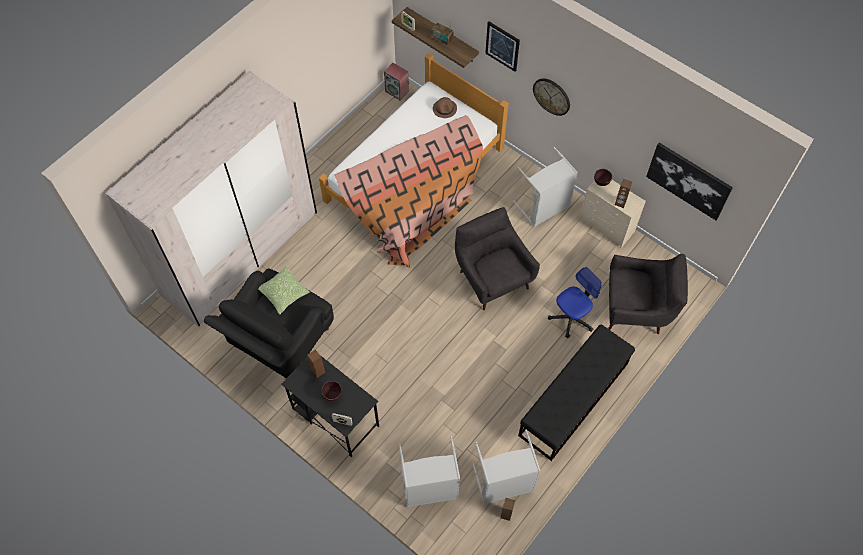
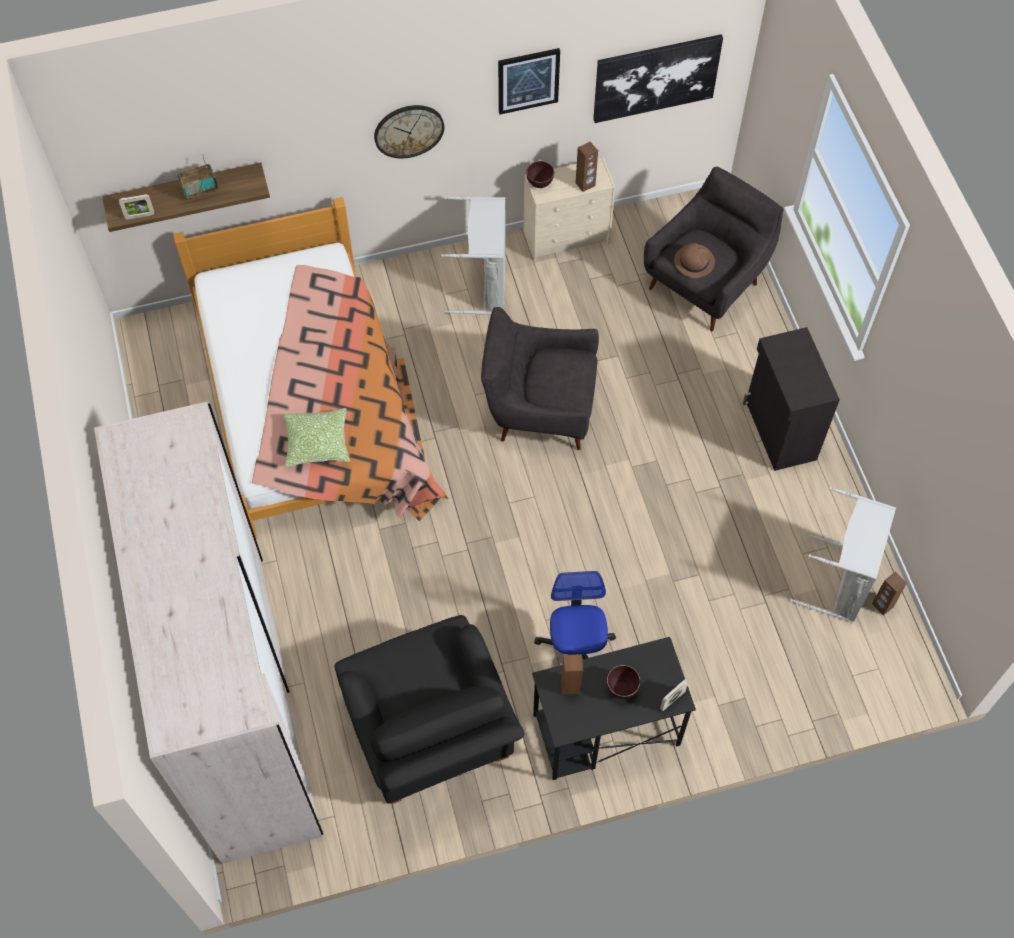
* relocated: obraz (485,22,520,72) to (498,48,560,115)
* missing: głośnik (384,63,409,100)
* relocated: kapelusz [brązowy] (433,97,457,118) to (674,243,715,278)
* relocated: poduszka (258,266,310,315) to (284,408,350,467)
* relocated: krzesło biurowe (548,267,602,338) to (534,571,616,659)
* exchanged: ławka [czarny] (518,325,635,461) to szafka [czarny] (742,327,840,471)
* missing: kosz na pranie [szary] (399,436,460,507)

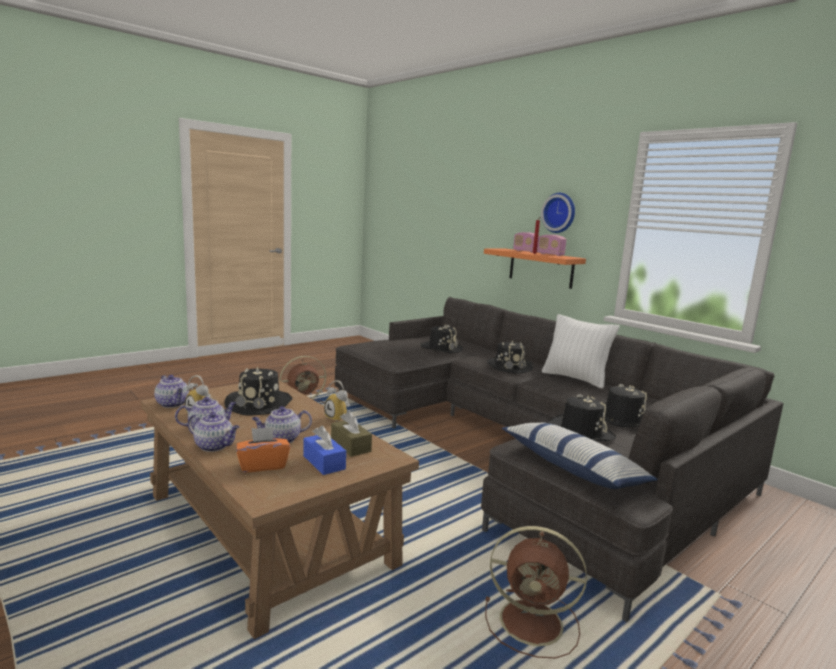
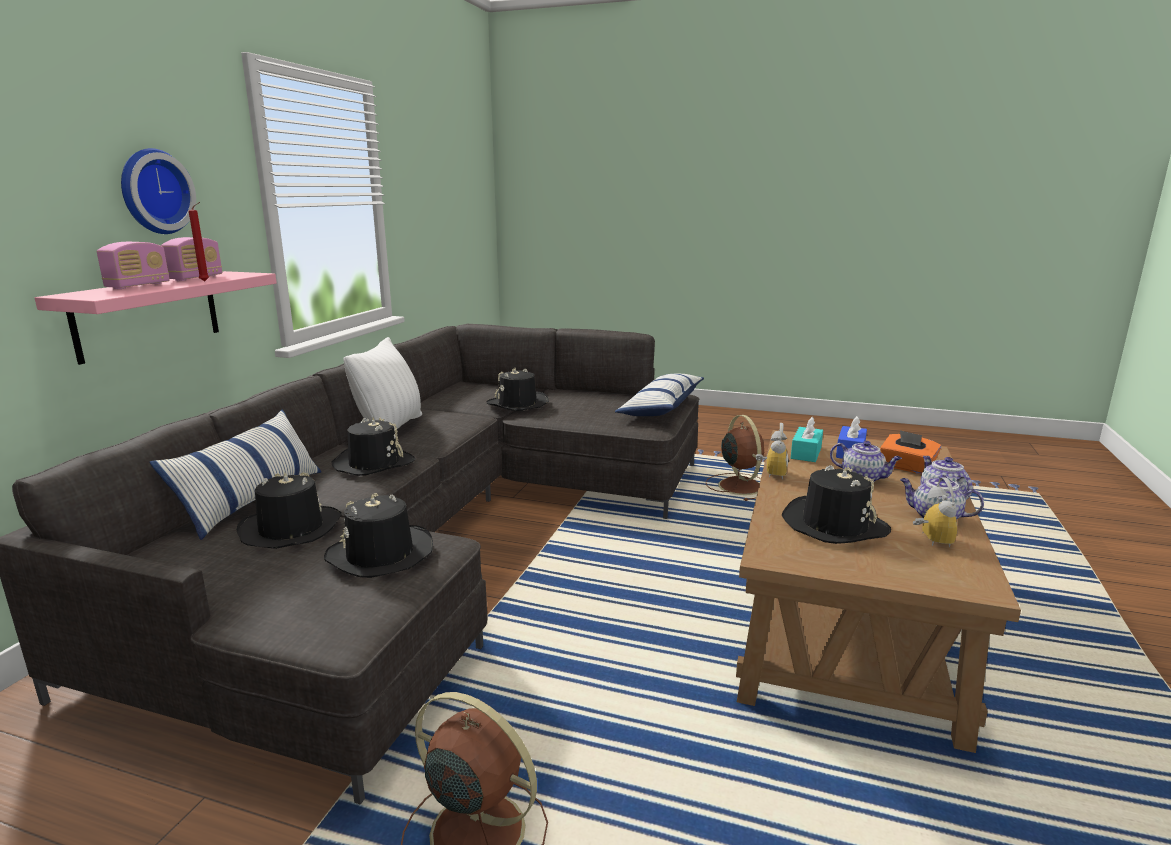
* colour: półka [pomarańczowy] (484,248,586,289) to półka [różowy] (35,271,277,365)
* missing: imbryk (154,375,189,408)
* relocated: kapelusz [czarny] (548,394,616,441) to (324,493,433,578)
* colour: pudełko chusteczek [brązowy] (331,411,372,457) to pudełko chusteczek [turkusowy] (791,417,823,462)
* appeared: poduszka (149,410,322,540)

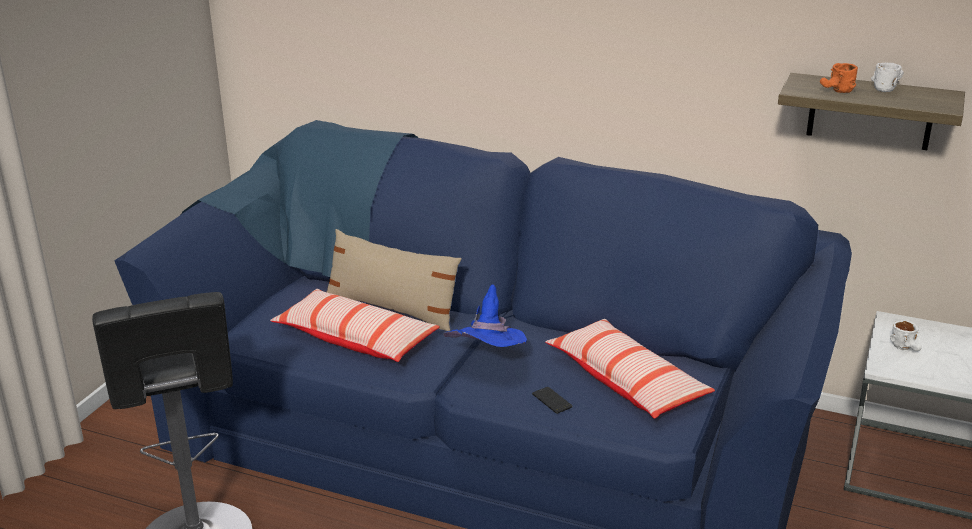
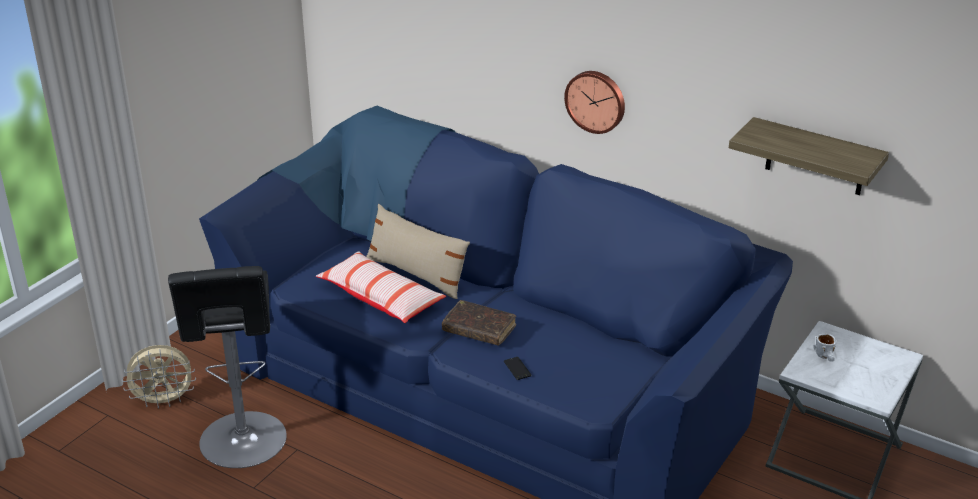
* missing: kubek [pomarańczowy] (820,63,858,93)
* missing: kubek [biały] (871,63,904,92)
* exchanged: kapelusz [niebieski] (443,284,527,347) to książka [brązowy] (442,300,516,346)
* missing: poduszka (545,319,715,419)
* appeared: zegar ścienny (564,71,625,134)
* appeared: wentylator [beżowy] (122,345,196,409)

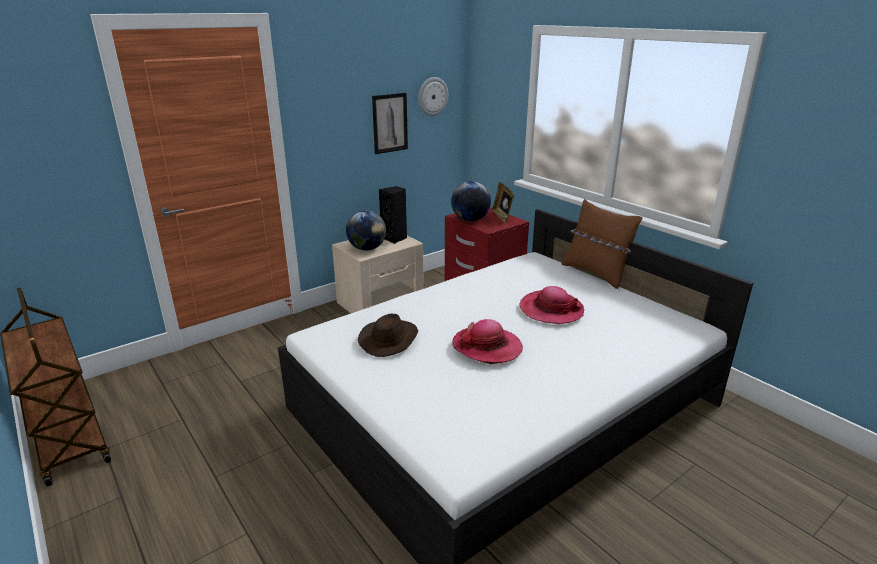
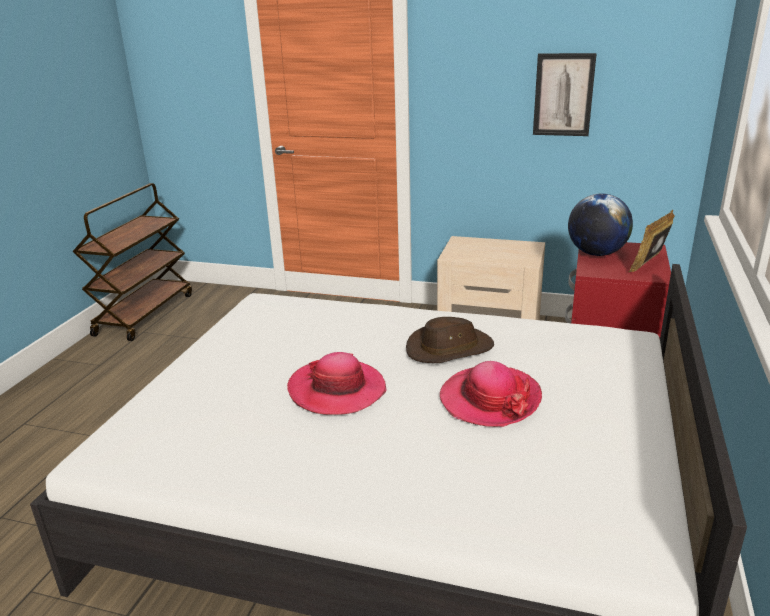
* missing: zegar ścienny (418,77,448,116)
* missing: głośnik [czarny] (379,186,407,244)
* missing: poduszka [brązowy] (561,199,642,289)
* missing: globus (346,210,386,251)
* relocated: kapelusz [brązowy] (358,314,418,357) to (406,317,494,363)

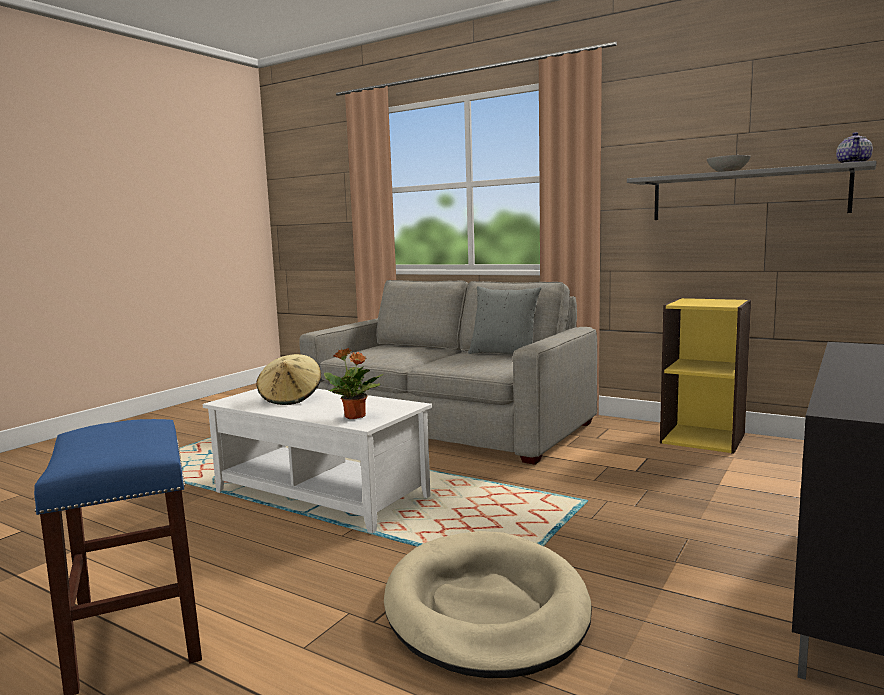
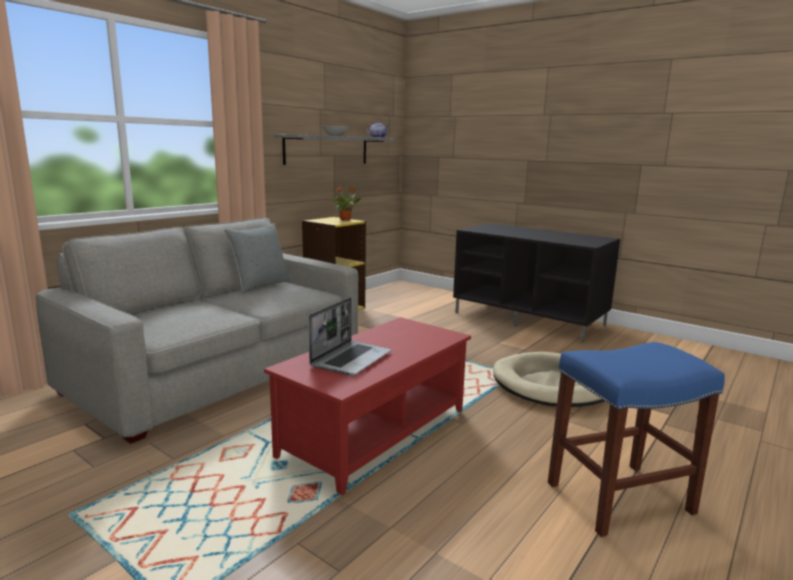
* relocated: roślina doniczkowa (324,348,384,419) to (330,185,361,220)
* exchanged: kapelusz [beżowy] (257,354,321,405) to laptop (309,297,392,375)
* colour: ława [biały] (203,389,432,533) to ława [czerwony] (264,317,471,496)

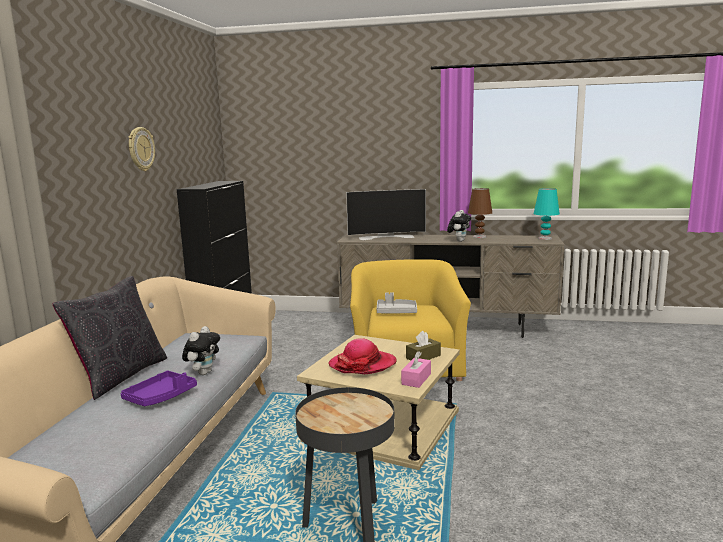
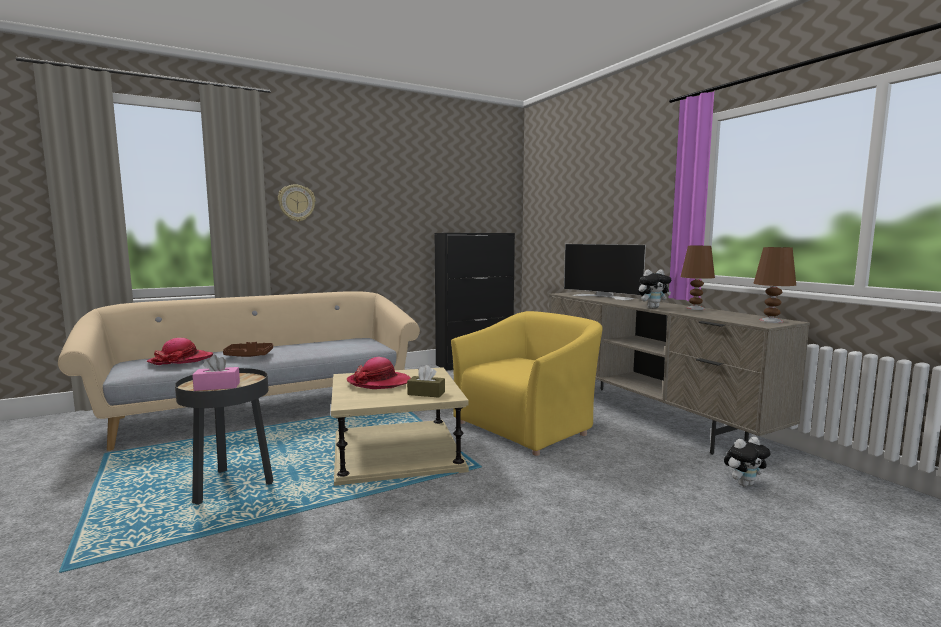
* relocated: zegar ścienny (129,127,155,171) to (278,184,315,222)
* colour: lampa stołowa [turkusowy] (534,188,560,240) to lampa stołowa [brązowy] (753,247,796,323)
* missing: poduszka [czarny] (53,276,167,400)
* missing: taca [szary] (377,292,417,313)
* relocated: pluszak (182,326,220,375) to (724,437,771,487)
* relocated: pudełko chusteczek [różowy] (401,351,431,388) to (192,355,240,391)
* colour: taca [fioletowy] (120,371,197,406) to taca [brązowy] (223,342,273,357)
* appeared: kapelusz (147,338,213,365)

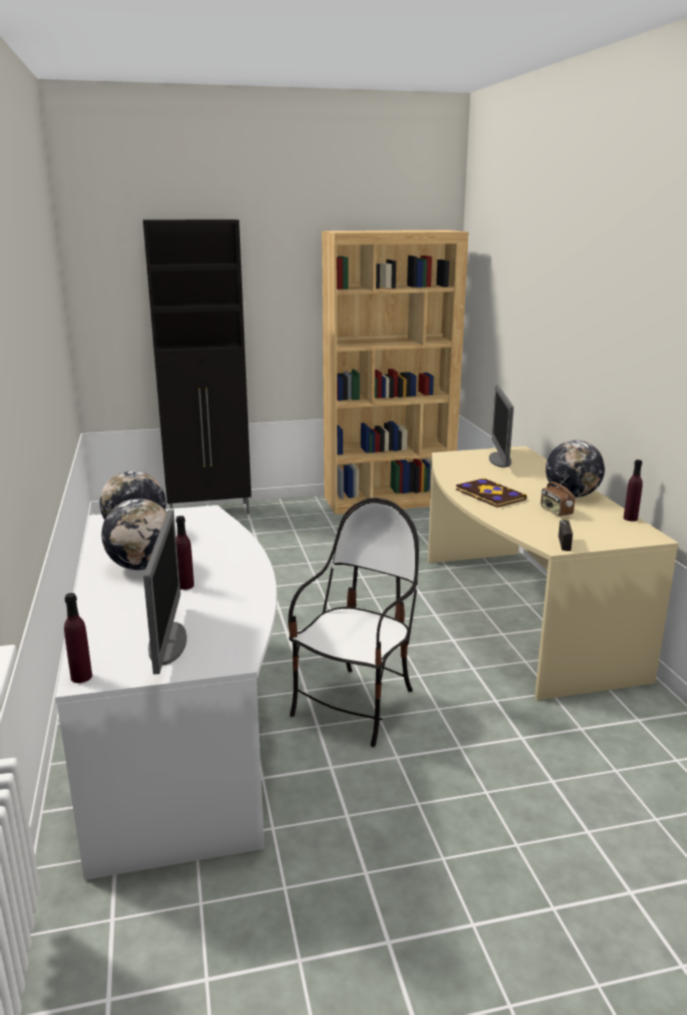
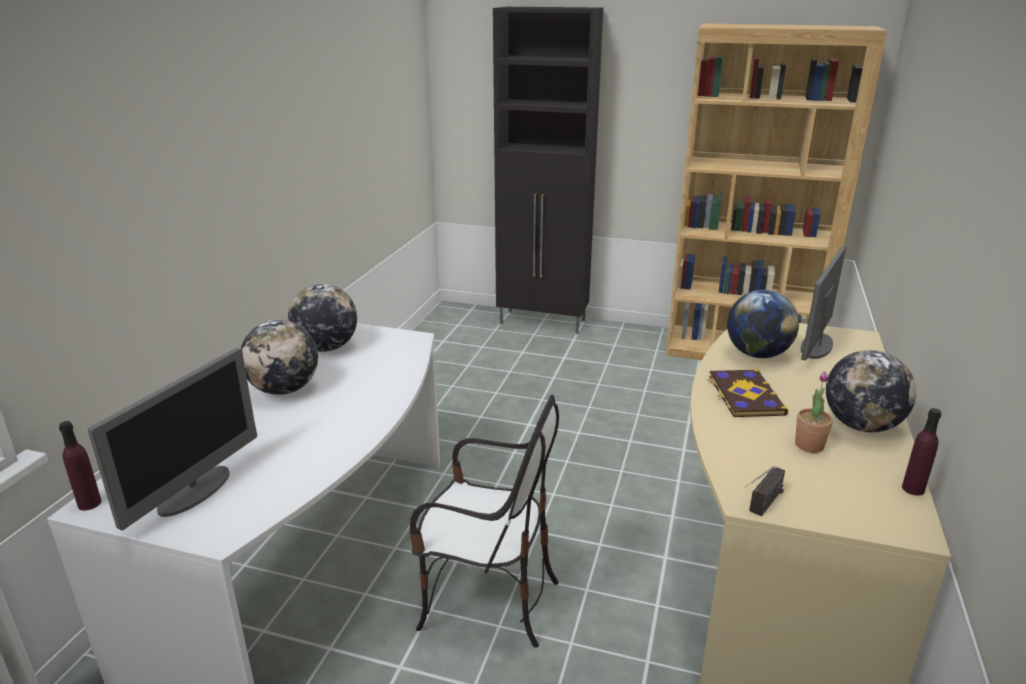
* exchanged: radio (541,475,575,516) to roślina doniczkowa (795,371,833,453)
* spun: krzesło (288,498,419,747) = (409,395,559,648) 45 degrees clockwise
* missing: butelka [fioletowy] (176,516,194,590)
* appeared: globus (727,290,799,358)

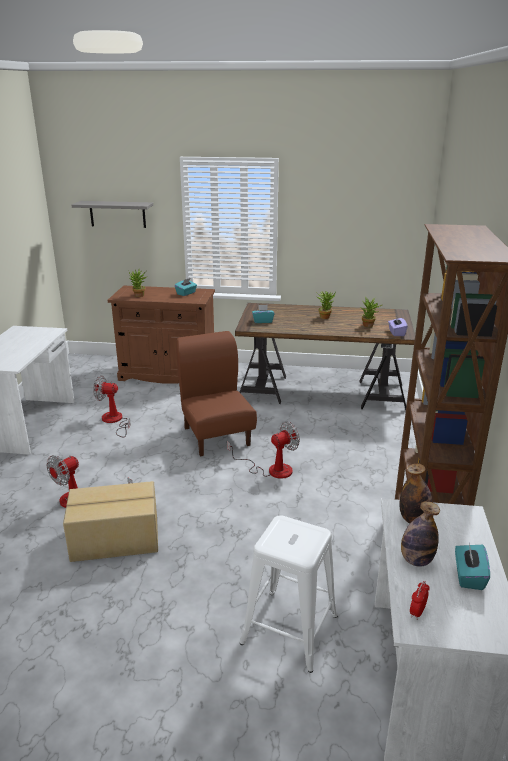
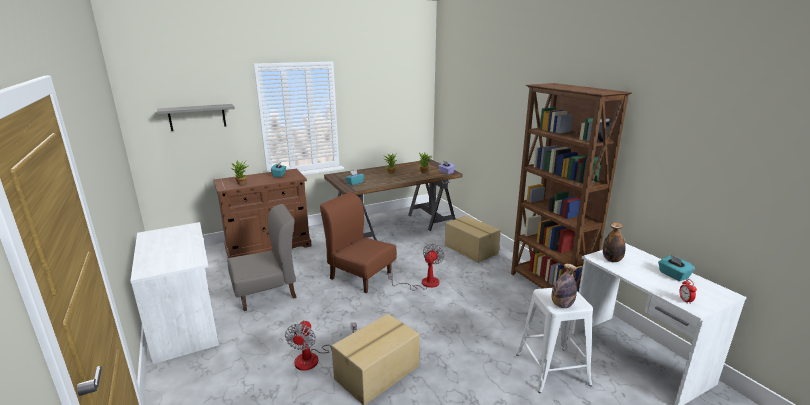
* exchanged: wentylator (93,375,131,437) to krzesło [szary] (228,204,297,311)
* relocated: butelka (401,501,440,567) to (552,264,577,308)
* appeared: karton (445,216,501,263)

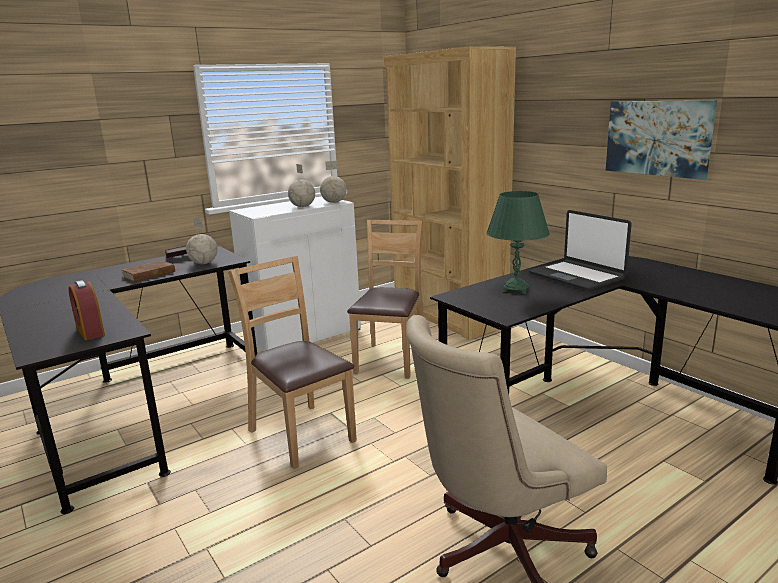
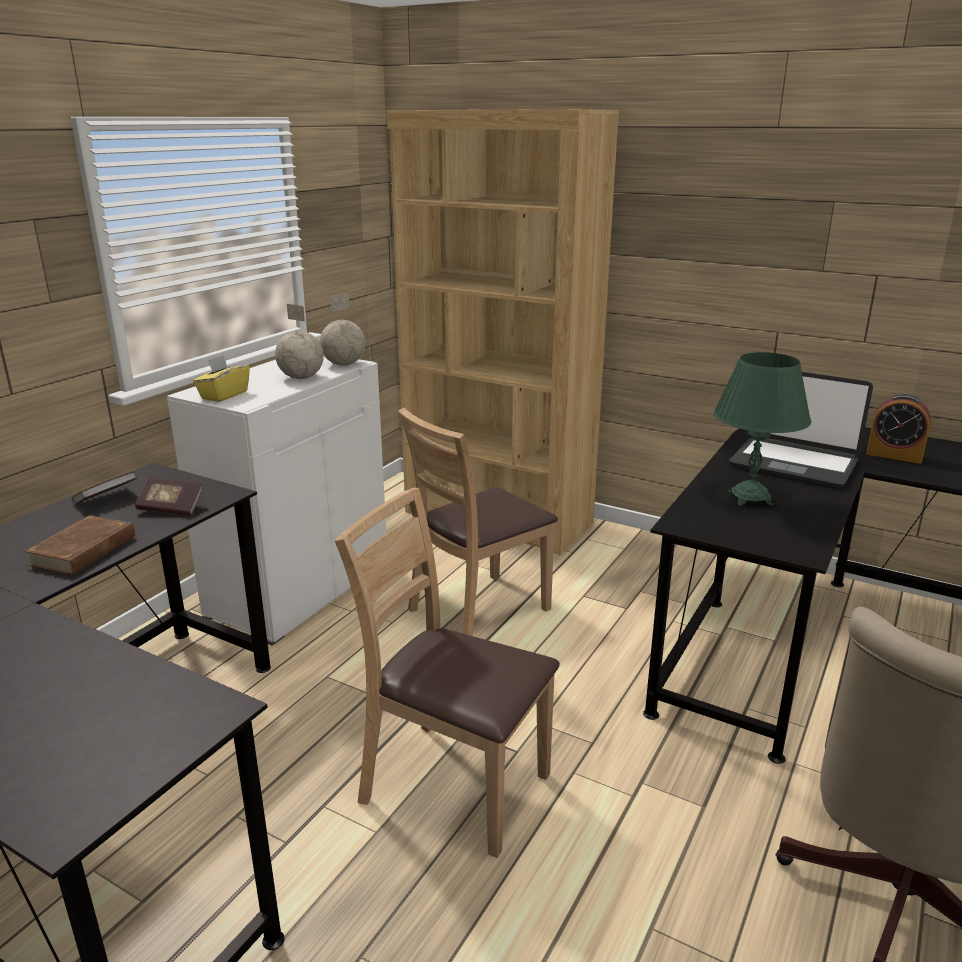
* missing: obraz (606,100,717,180)
* exchanged: globus (186,217,218,264) to książka (135,477,204,516)
* spun: krzesło [brązowy] (347,220,424,379) = (398,408,558,636) 120 degrees counterclockwise
* relocated: budzik (69,280,105,340) to (866,394,931,464)
* appeared: pudełko chusteczek [żółty] (193,354,250,402)

